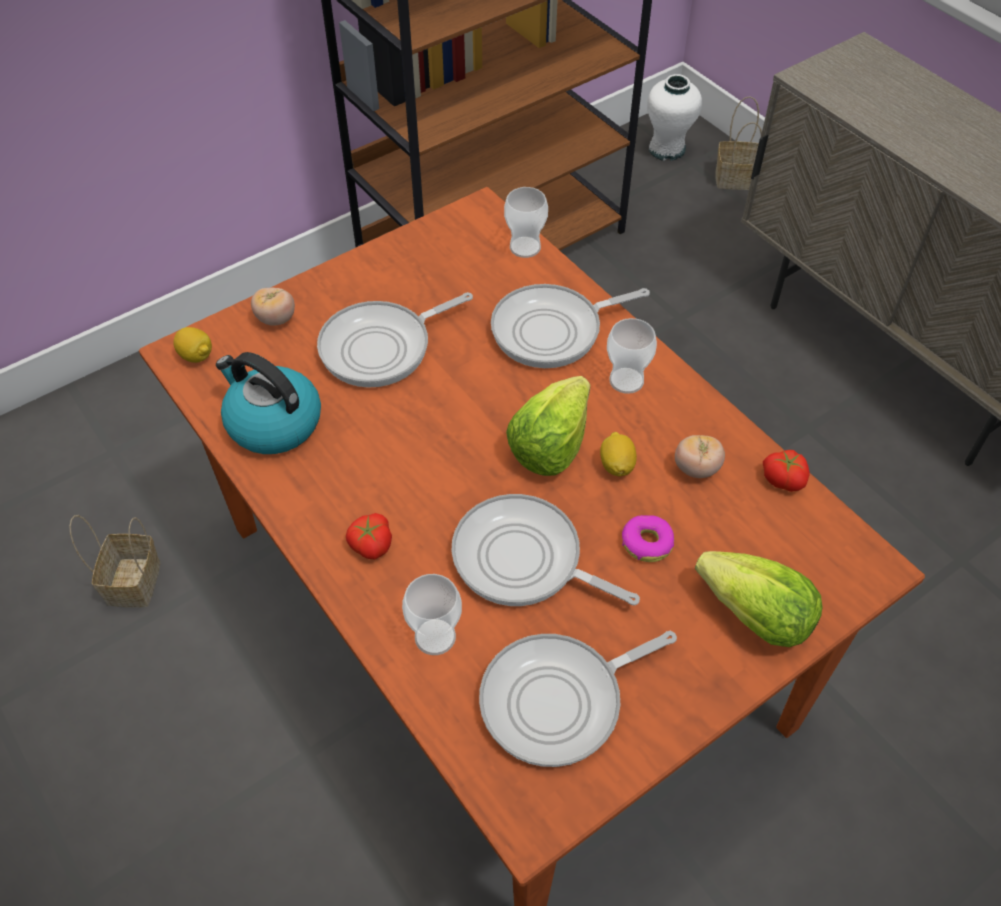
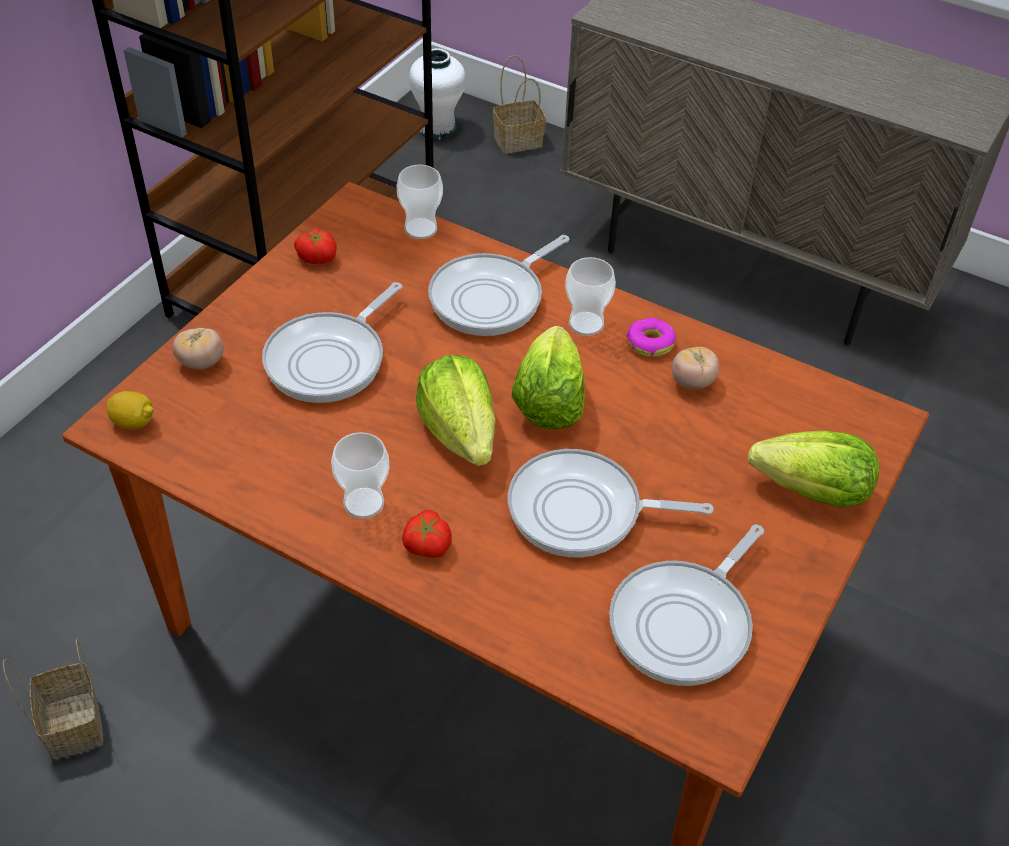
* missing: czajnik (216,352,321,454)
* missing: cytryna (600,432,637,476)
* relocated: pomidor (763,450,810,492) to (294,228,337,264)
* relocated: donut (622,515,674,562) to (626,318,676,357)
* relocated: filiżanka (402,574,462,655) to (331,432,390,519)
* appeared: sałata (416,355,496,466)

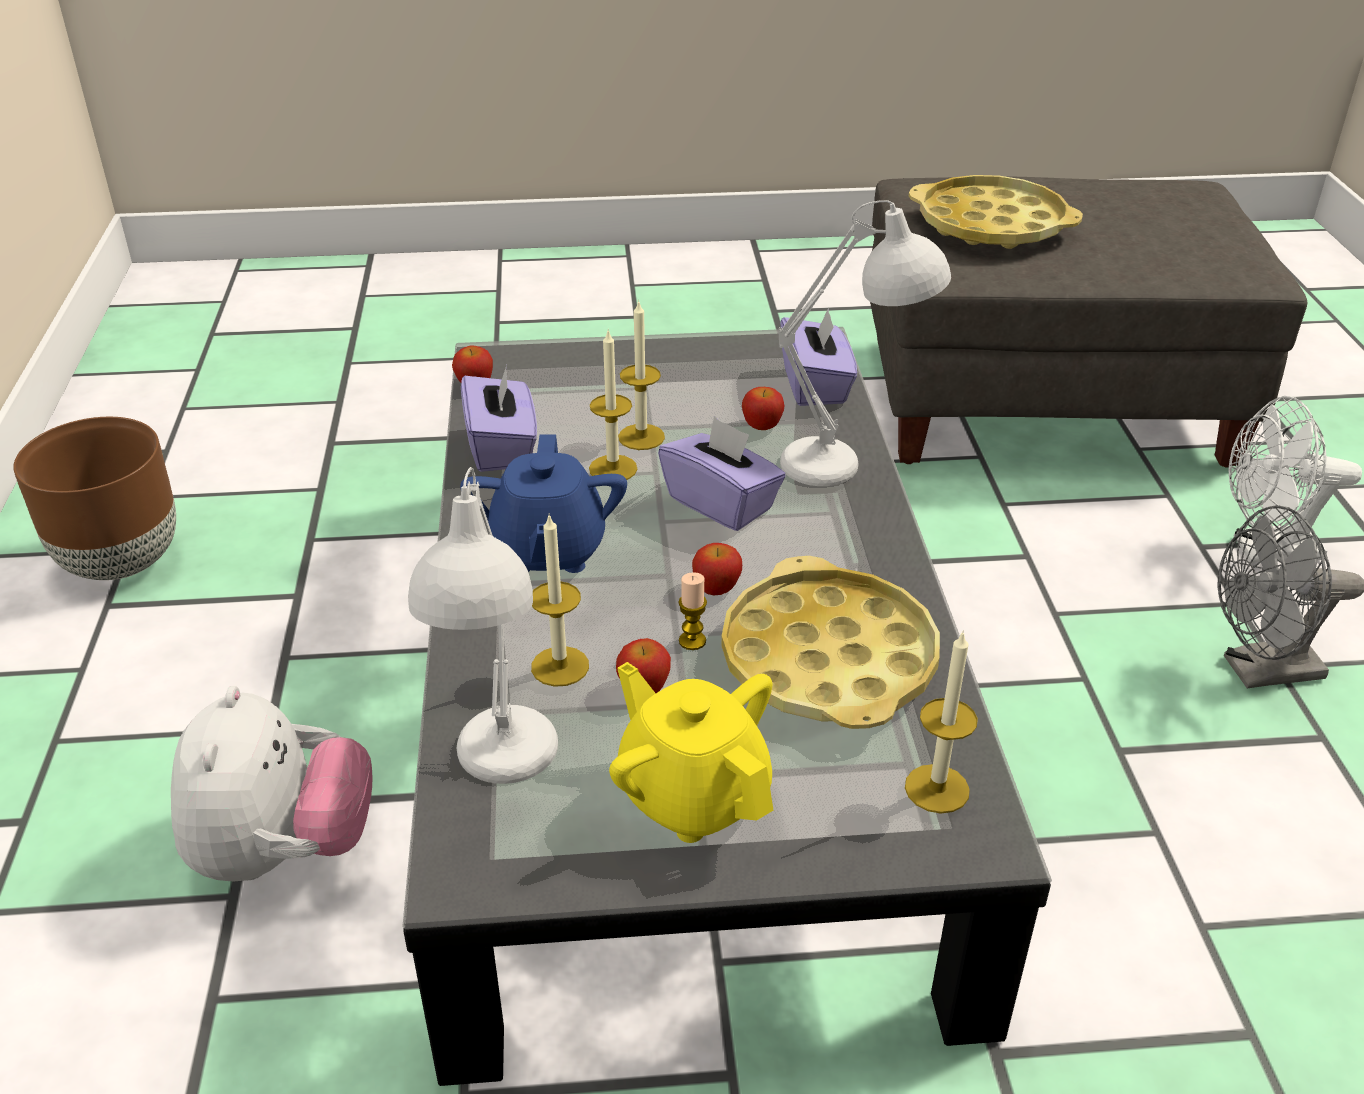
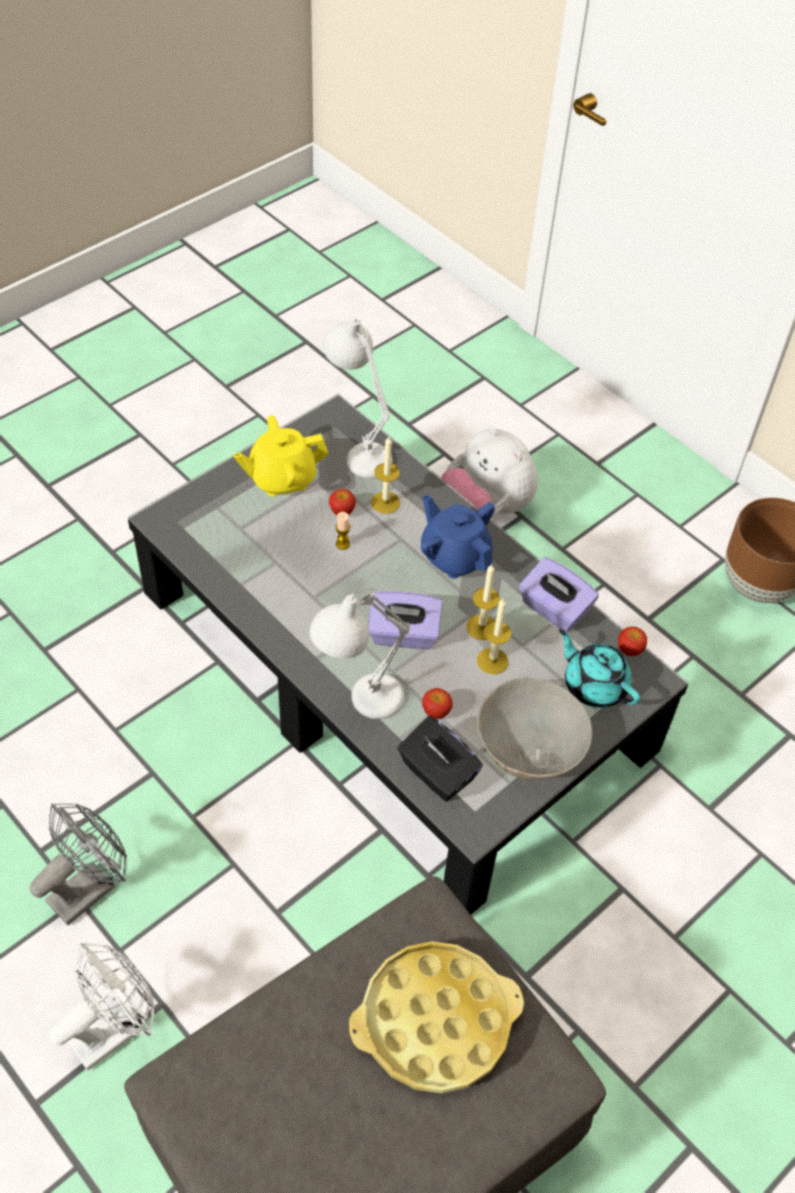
* colour: pudełko chusteczek [fioletowy] (780,307,857,406) to pudełko chusteczek [czarny] (397,716,483,802)
* missing: jabłko (692,543,742,595)
* missing: taca [żółty] (721,556,940,729)
* missing: świeca (905,630,978,814)
* spun: imbryk [żółty] (609,662,773,843) = (233,415,329,497) 150 degrees clockwise
* appeared: imbryk [turkusowy] (559,629,640,708)
* appeared: miska [szary] (477,678,592,780)

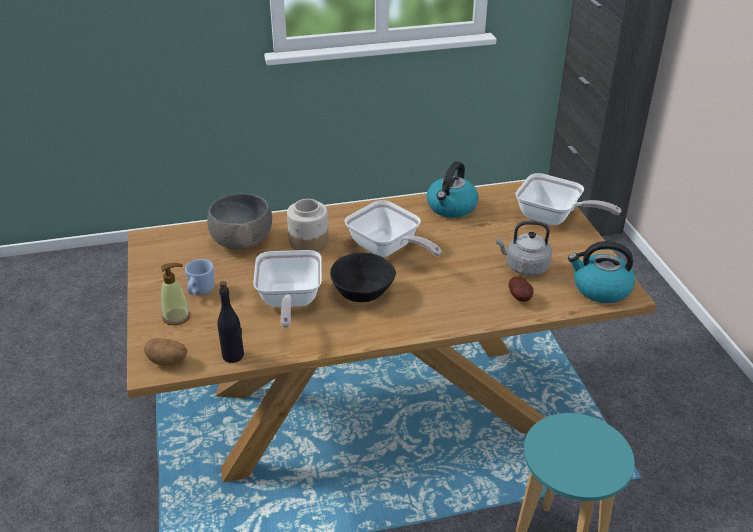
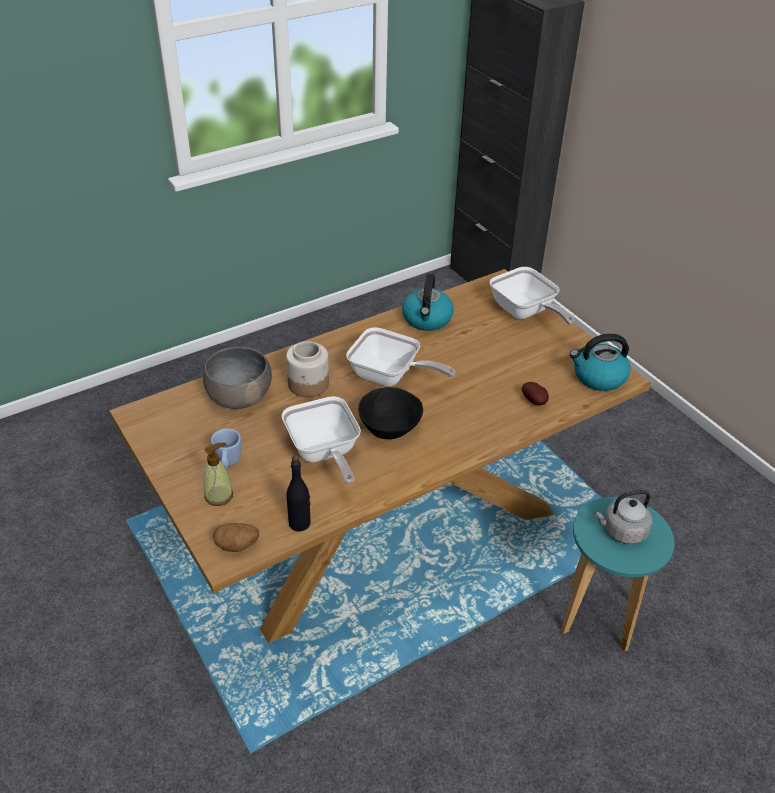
* spun: patelnia (515,173,621,226) = (489,267,574,325) 45 degrees clockwise
* relocated: czajnik [szary] (496,221,552,276) to (594,490,653,544)

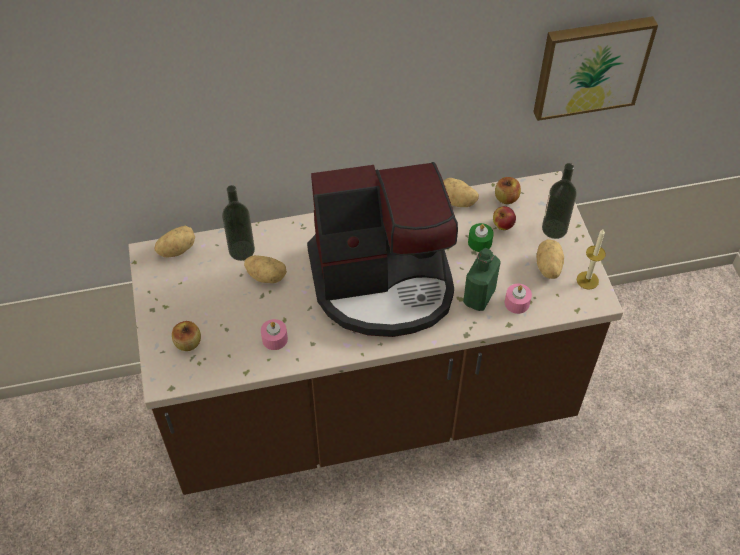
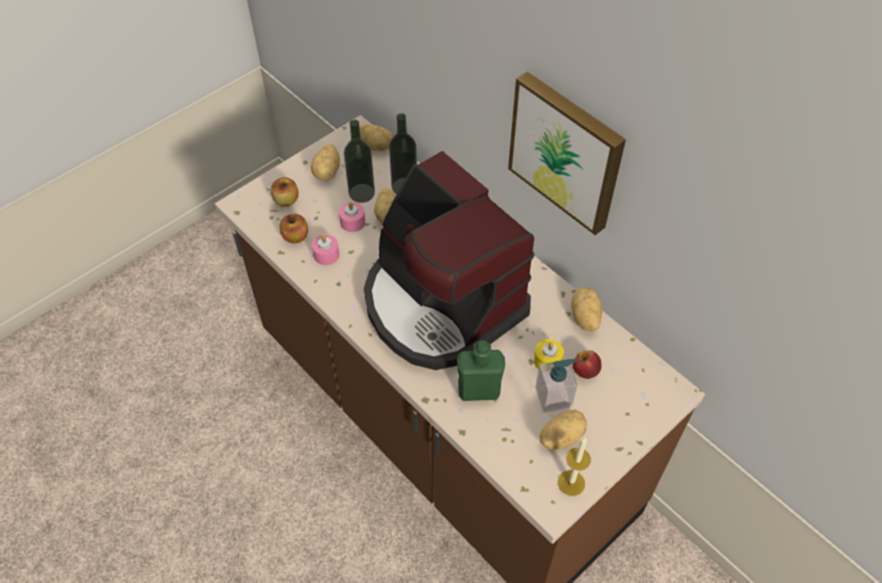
* relocated: obraz (533,16,658,121) to (508,72,626,235)
* relocated: butelka (542,163,576,239) to (344,120,375,203)
* relocated: jabłko (495,177,521,204) to (279,214,308,243)
* colour: świeca [zielony] (468,223,494,252) to świeca [żółty] (534,339,564,369)
* relocated: świeca [różowy] (505,284,532,314) to (339,202,365,232)
* appeared: ziemniak (311,144,340,181)
* appeared: dozownik mydła (535,359,578,413)

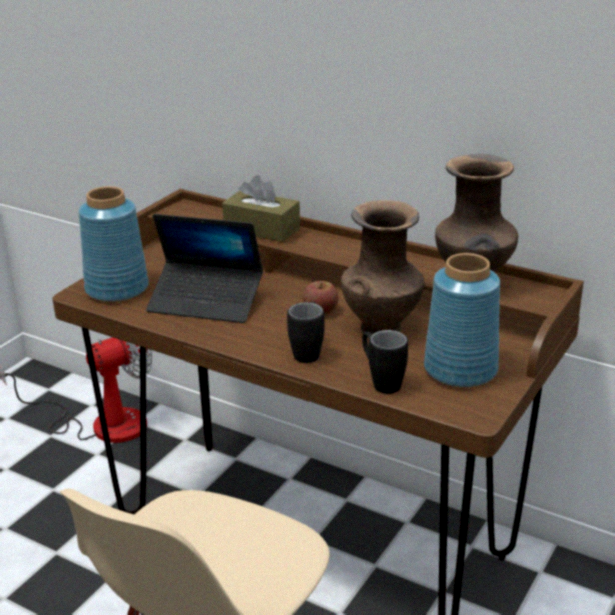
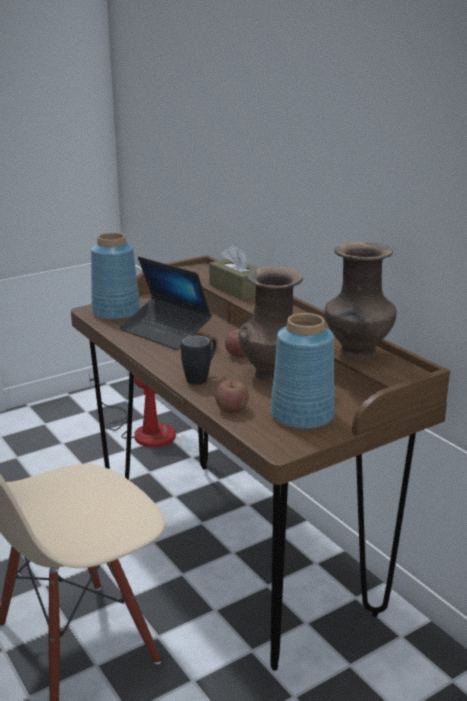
* exchanged: kubek [czarny] (362,330,408,394) to jabłko (215,380,249,413)

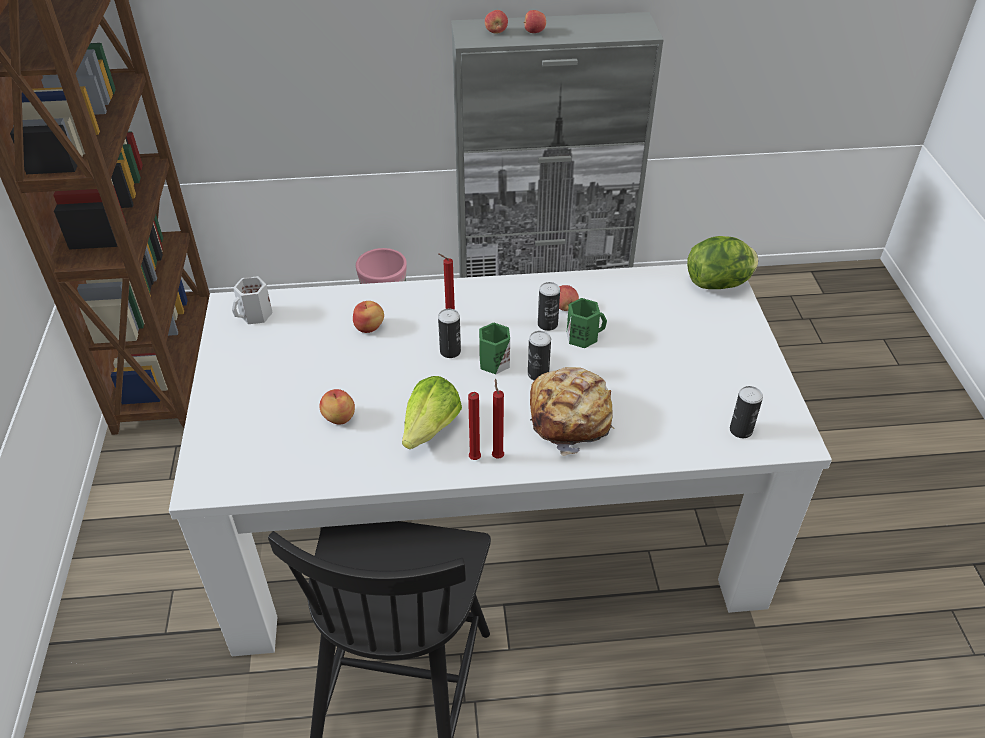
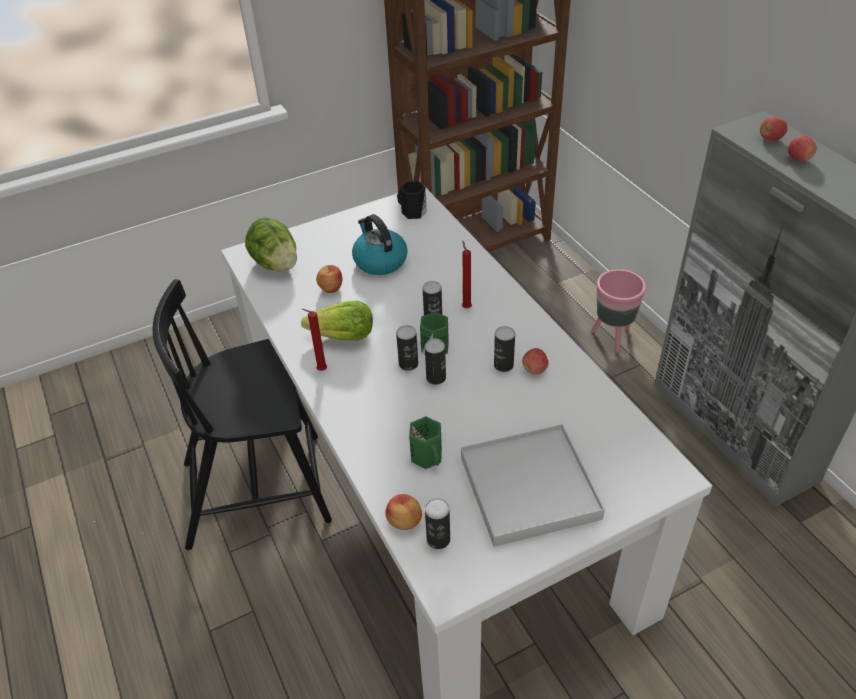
* relocated: sałata (687,236,758,289) to (245,217,297,271)
* colour: kubek [biały] (232,276,273,324) to kubek [czarny] (397,181,427,219)
* relocated: kubek [zielony] (567,298,607,348) to (409,416,442,469)
* relocated: jabłko (353,301,384,333) to (385,494,422,530)
* missing: chleb (530,367,615,456)
* missing: świeca [czerwony] (492,379,504,459)
* appeared: czajnik (352,214,408,275)
* appeared: puszka (396,325,418,371)
* appeared: taca [biały] (461,424,605,547)

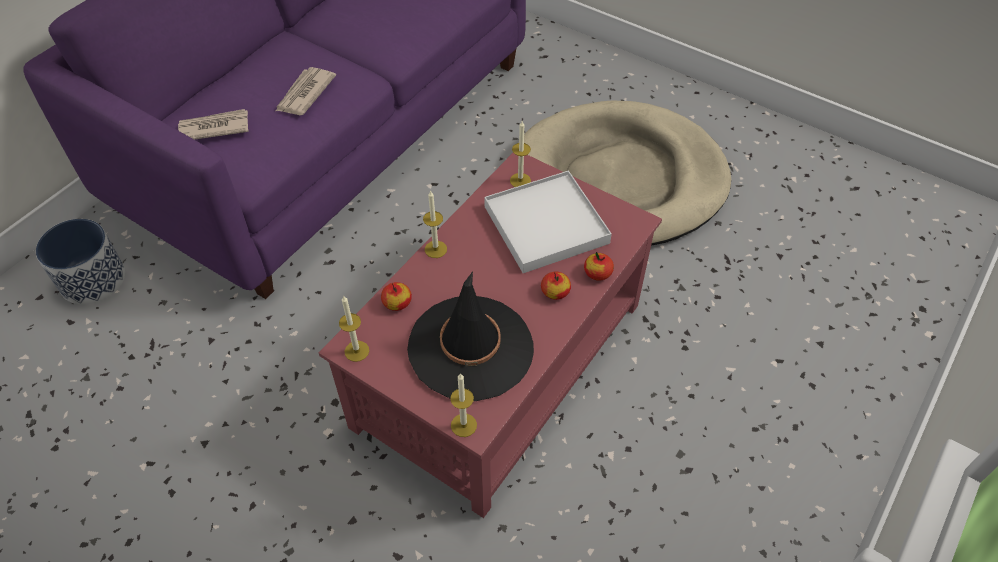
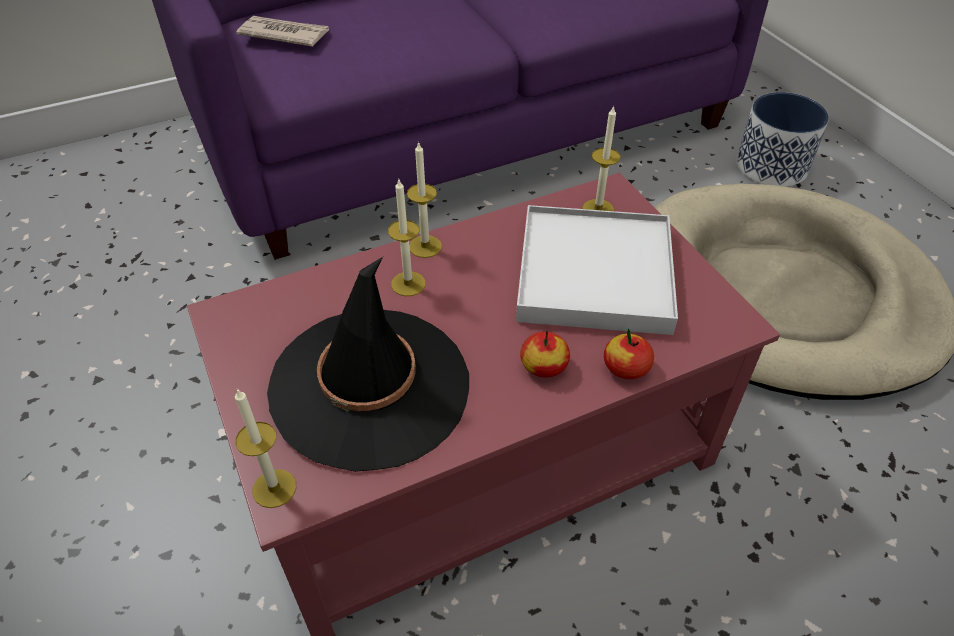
* missing: gazeta (276,67,336,115)
* relocated: donica (36,219,125,305) to (737,92,829,187)
* missing: jabłko (381,282,412,311)
* relocated: świeca (339,295,369,362) to (388,180,426,296)

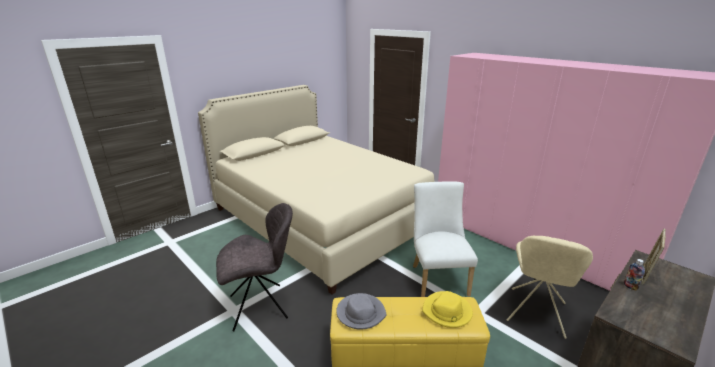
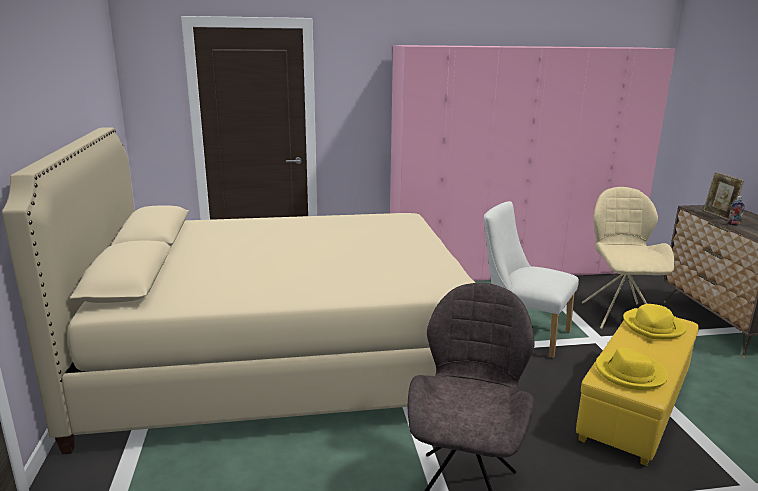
* spun: krzesło [beżowy] (507,236,593,339) = (582,187,675,329) 150 degrees counterclockwise
* colour: kapelusz [szary] (336,293,387,330) to kapelusz [żółty] (596,348,668,390)

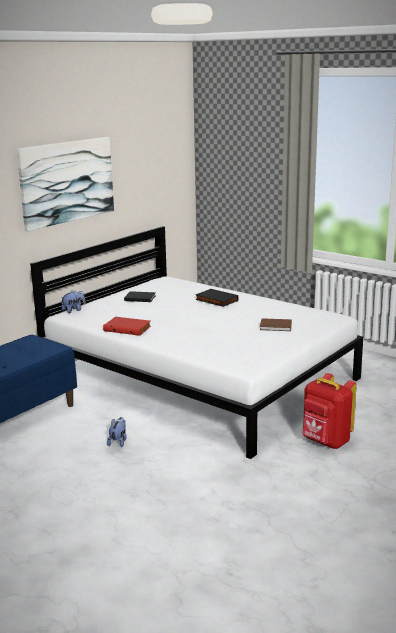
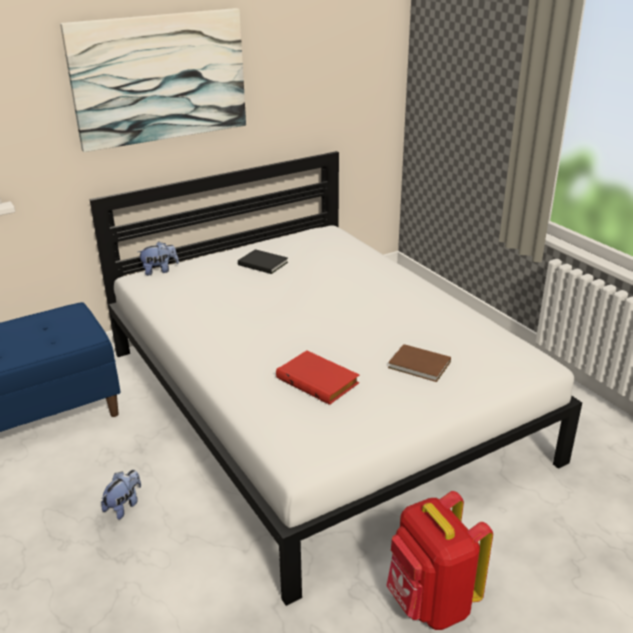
* missing: książka [czarny] (195,289,239,307)
* relocated: książka [czerwony] (103,317,151,336) to (276,350,359,405)

